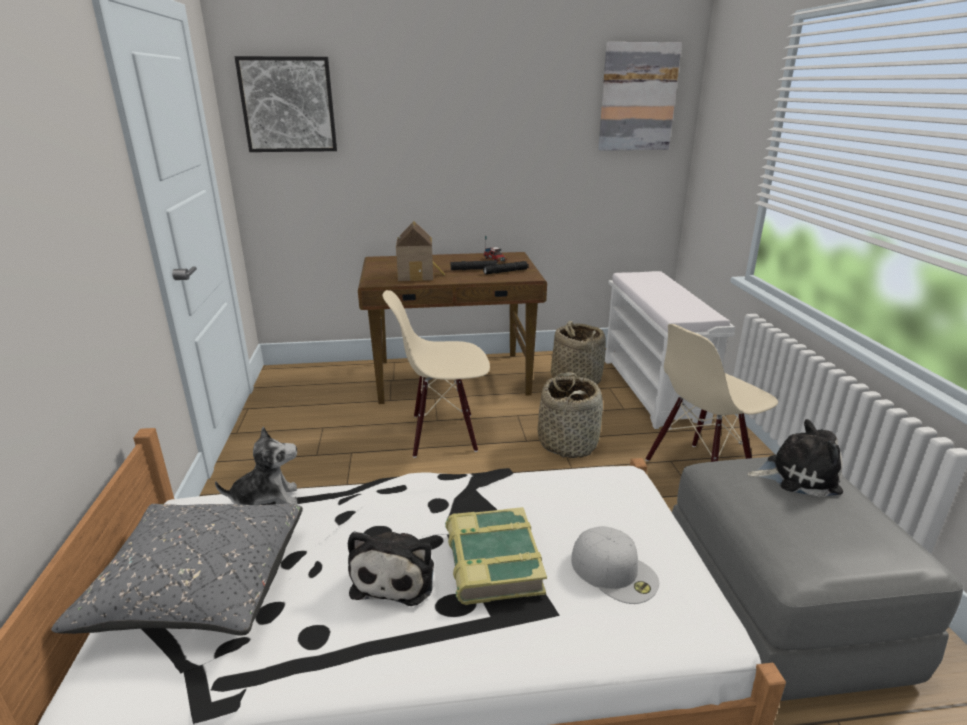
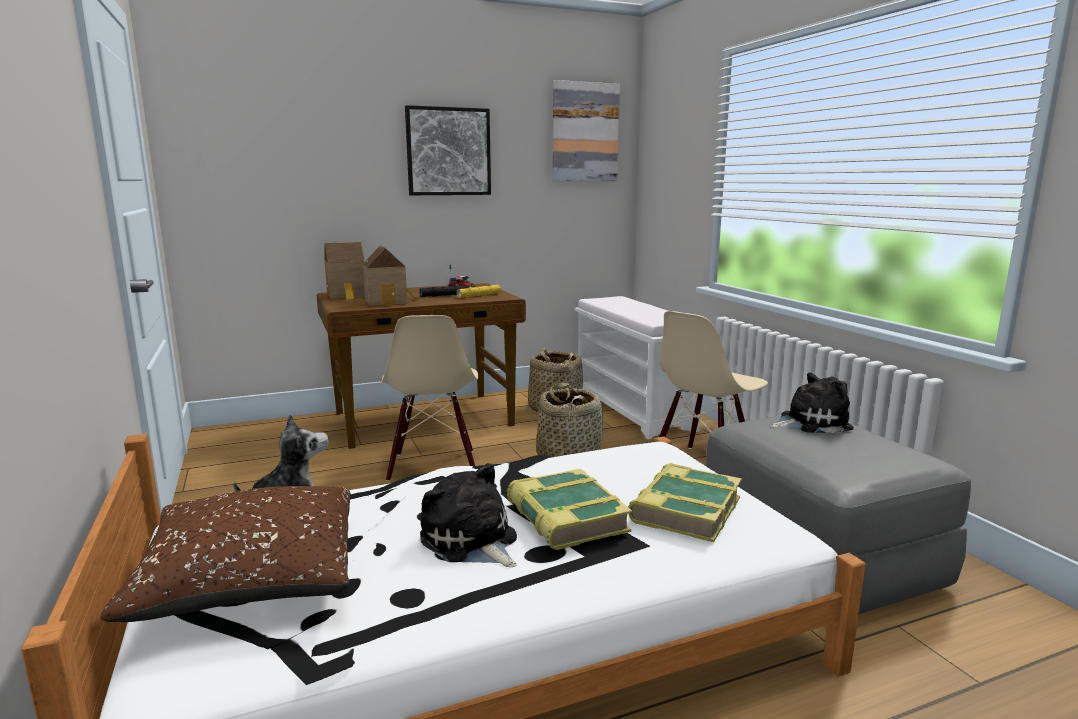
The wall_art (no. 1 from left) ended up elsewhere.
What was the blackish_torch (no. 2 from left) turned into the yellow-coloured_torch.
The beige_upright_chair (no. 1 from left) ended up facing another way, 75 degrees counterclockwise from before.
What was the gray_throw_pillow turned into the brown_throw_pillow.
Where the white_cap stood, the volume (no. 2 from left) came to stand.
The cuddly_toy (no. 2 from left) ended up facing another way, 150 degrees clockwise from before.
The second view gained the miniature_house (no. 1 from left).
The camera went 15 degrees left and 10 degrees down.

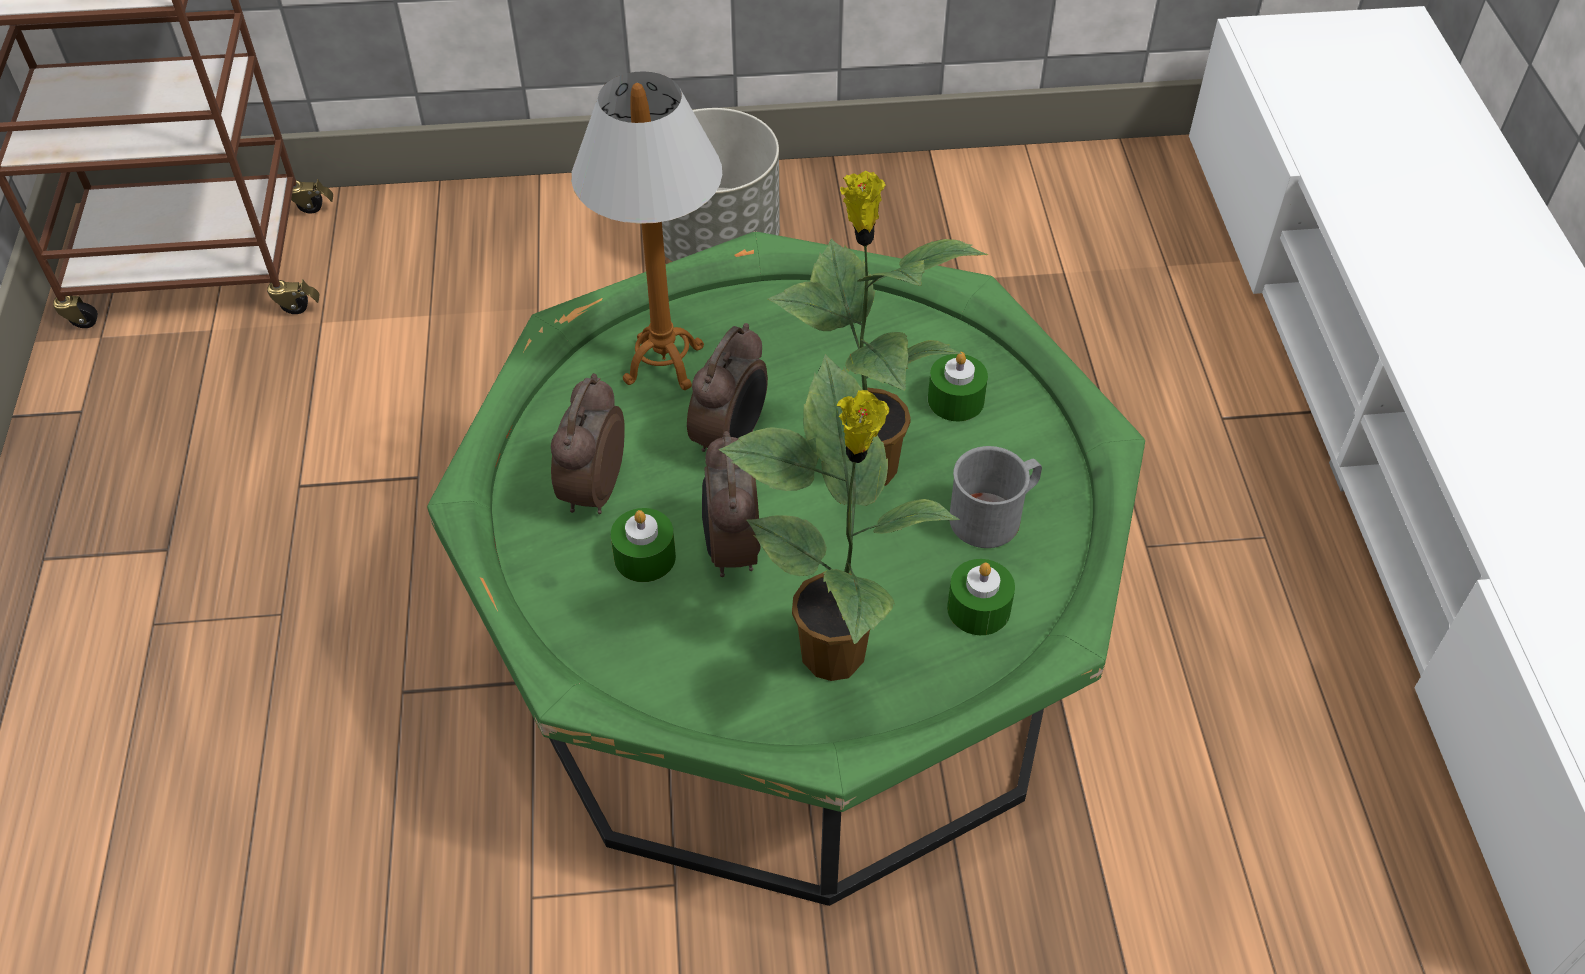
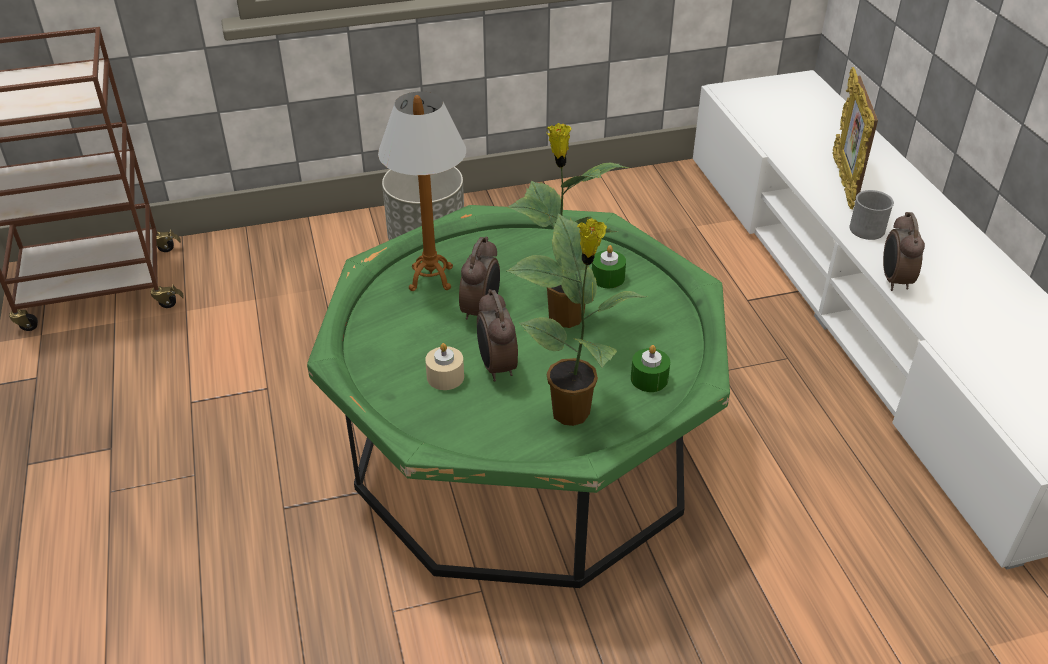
The alarm_clock (no. 1 from left in the first image) ended up elsewhere.
The gray_tea_mug ended up elsewhere.
What was the green-coloured_wax_candle (no. 1 from left) turned into the beige_wax_candle.
The second view gained the picture_frame.
The camera went 10 degrees left and 10 degrees down.

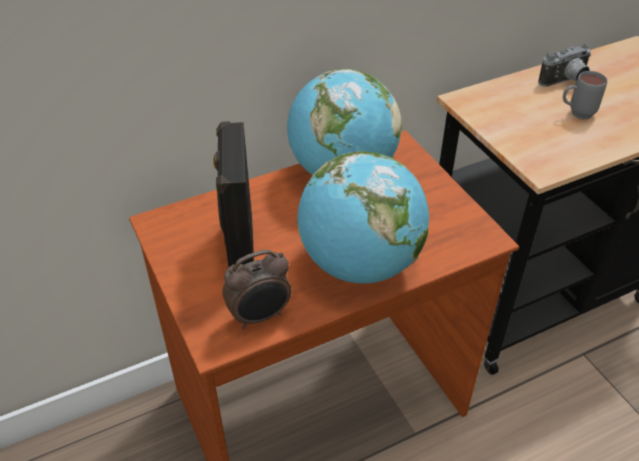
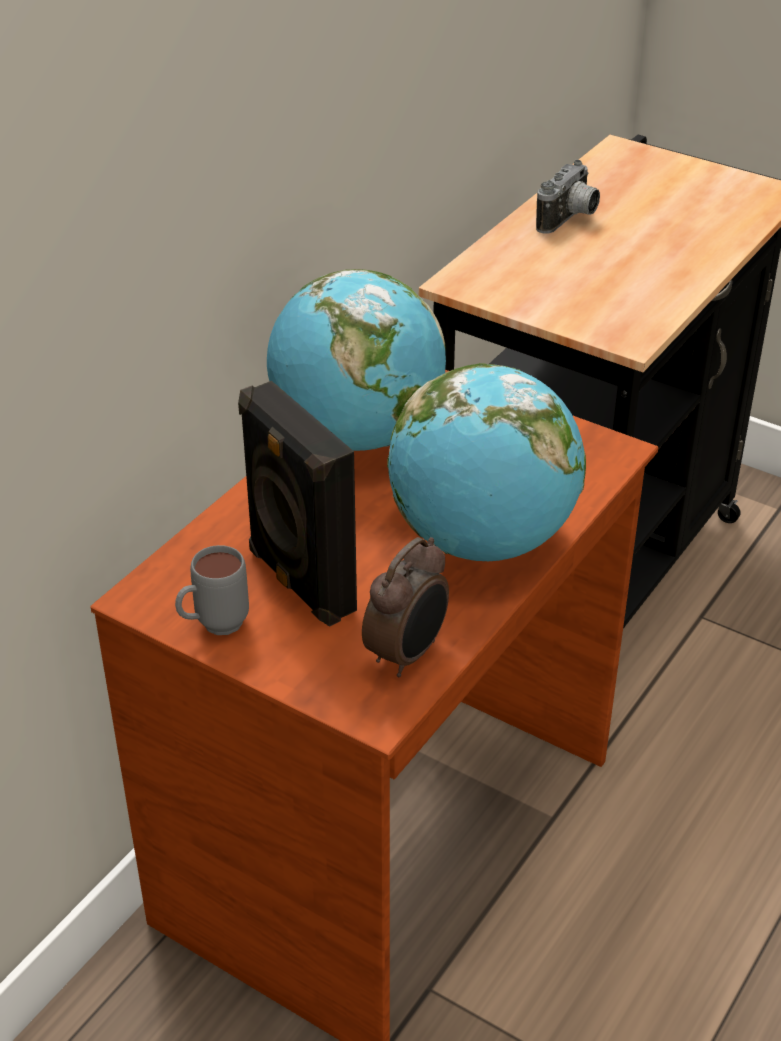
The gray_tea_mug ended up elsewhere.
The camera went 30 degrees left and 5 degrees down.

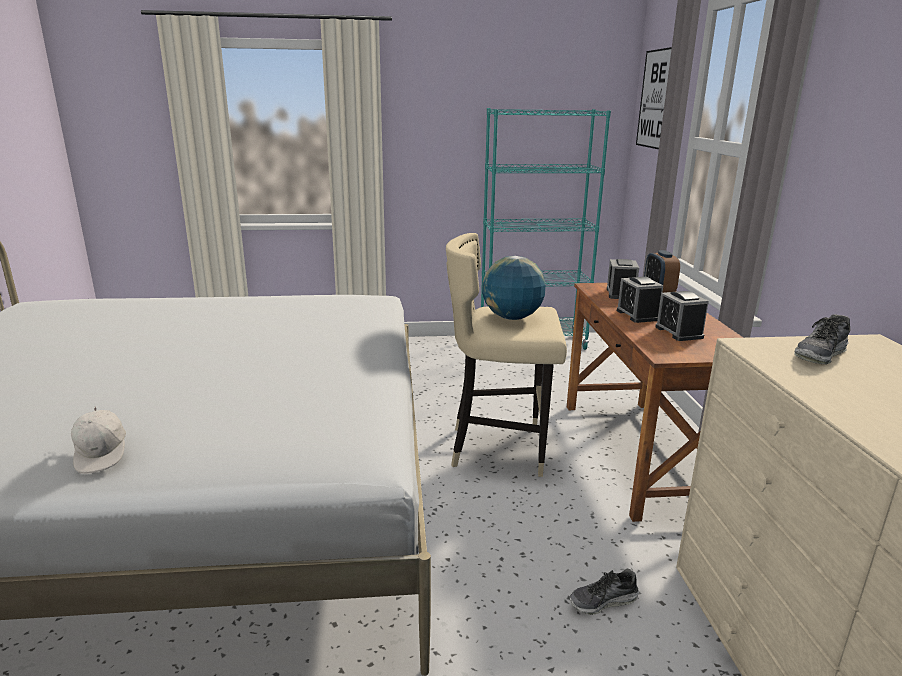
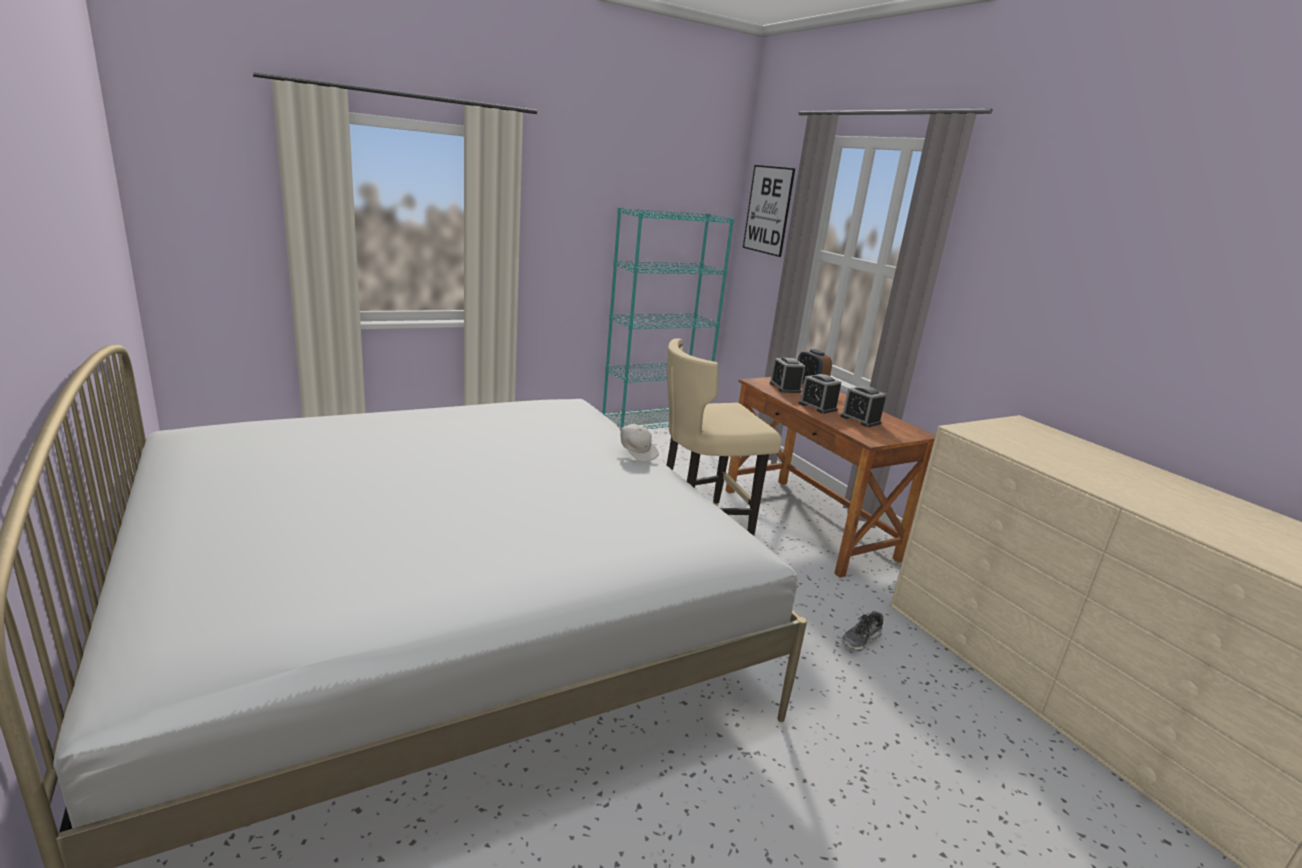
The second view lost the globe.
The second view lost the low_shoe (no. 2 from left).
The white_cap ended up elsewhere.
The camera went 25 degrees left and 0 degrees up.

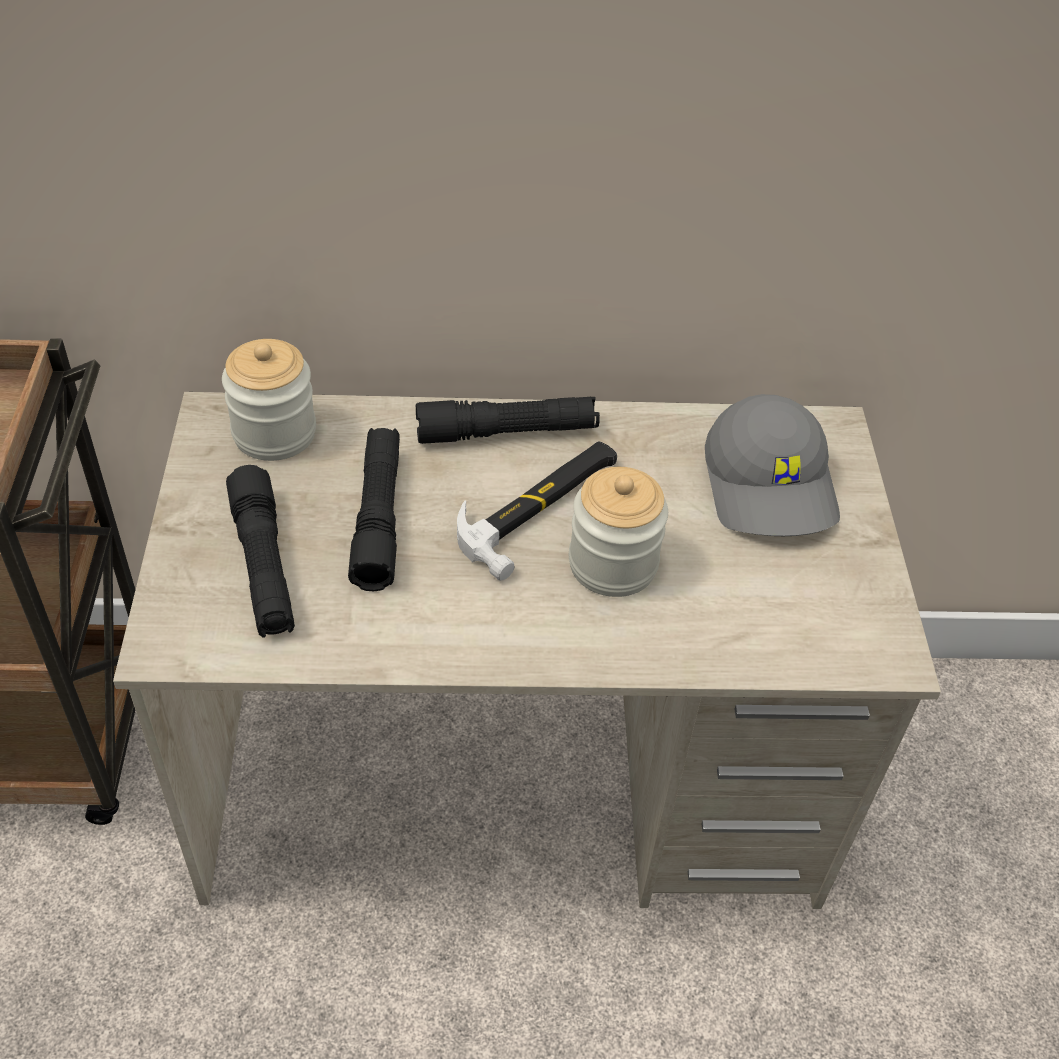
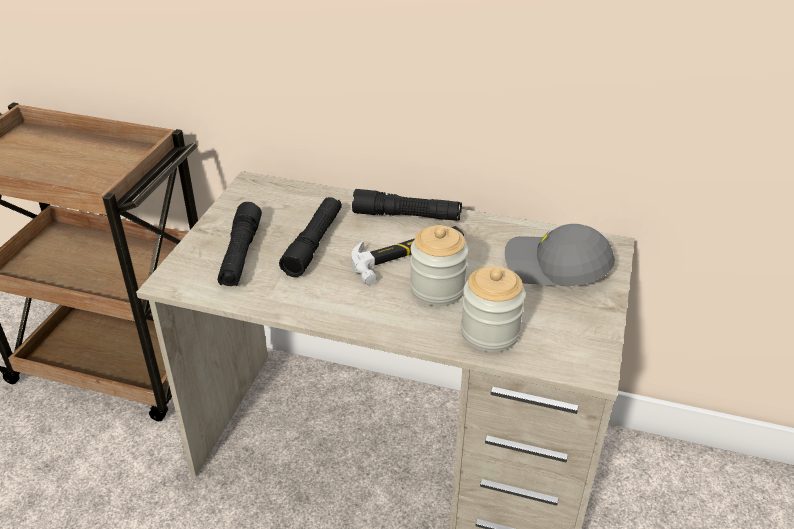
The storage_jar (no. 1 from left in the first image) ended up elsewhere.
The gray_cap ended up facing another way, 105 degrees clockwise from before.
The camera went 20 degrees right and 10 degrees down.

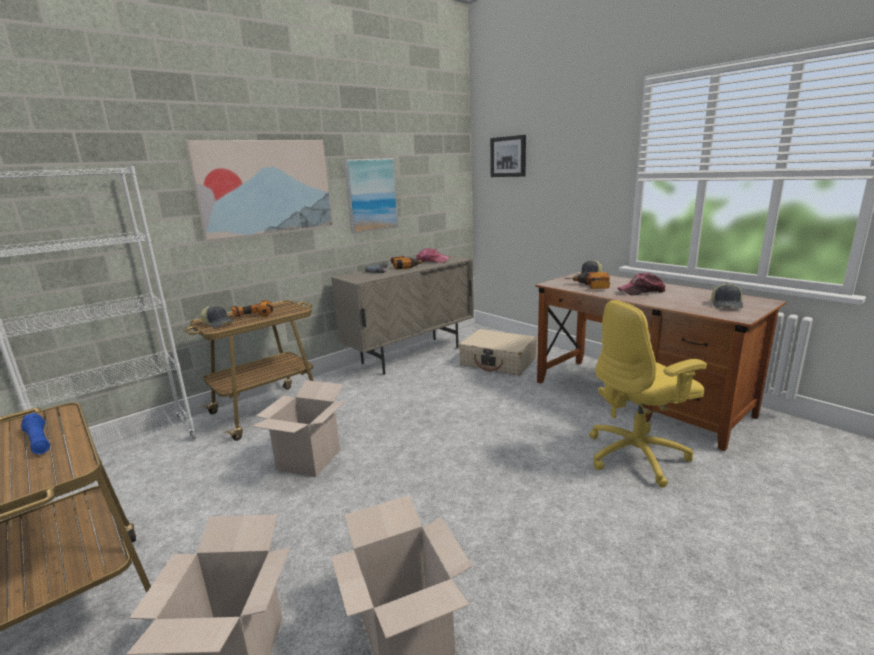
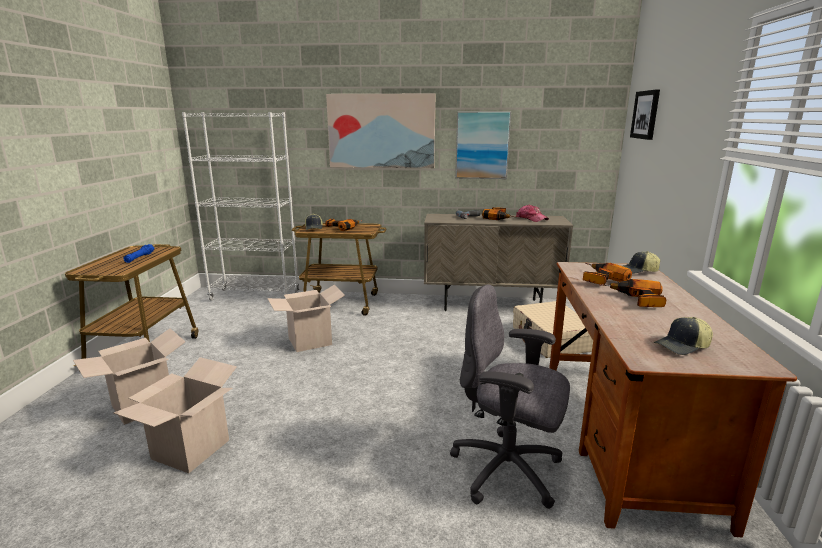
Where the cap (no. 4 from left) stood, the electric_drill (no. 5 from left) came to stand.
What was the yellow-coloured_office_chair turned into the gray_office_chair.
The camera went 45 degrees right and 0 degrees up.

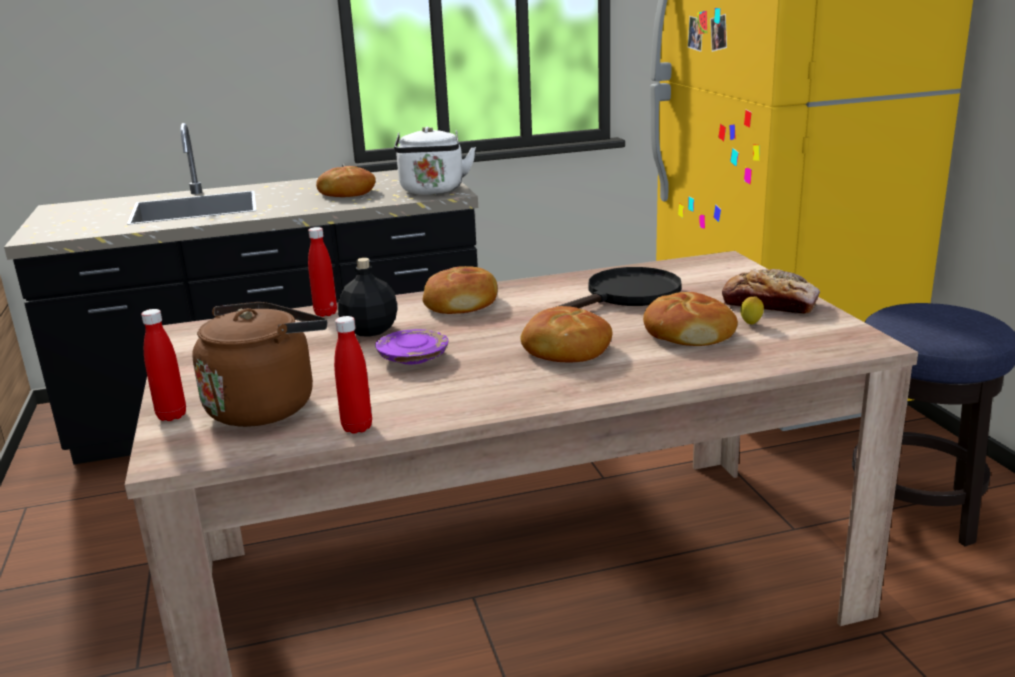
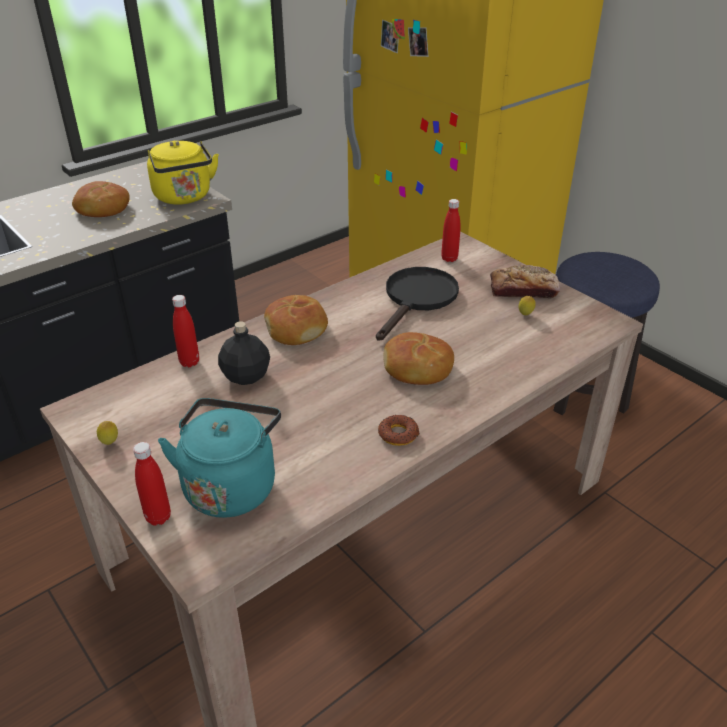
What was the white_water_kettle turned into the yellow-coloured_water_kettle.
The second view lost the bakery_bread (no. 4 from left).
What was the brown_water_kettle turned into the blue-green_water_kettle.
The red_beverage_bottle (no. 3 from left) ended up elsewhere.
The second view lost the purplish_flat_dish.
The second view gained the doughnut.
The second view gained the lemon (no. 1 from left).
The camera went 25 degrees left and 15 degrees up.

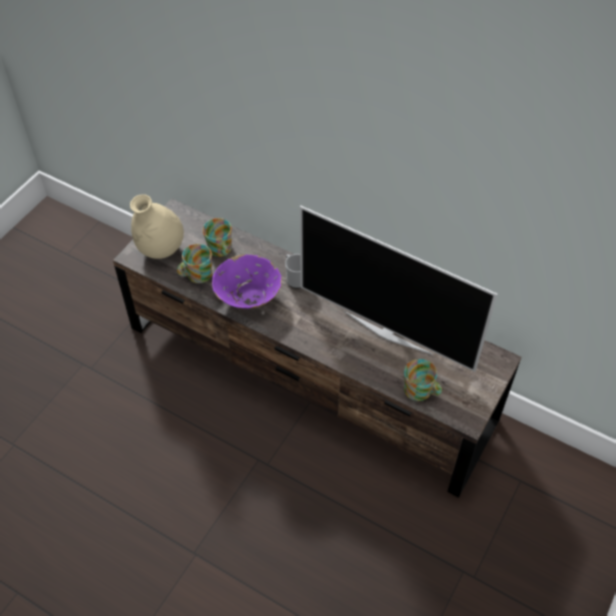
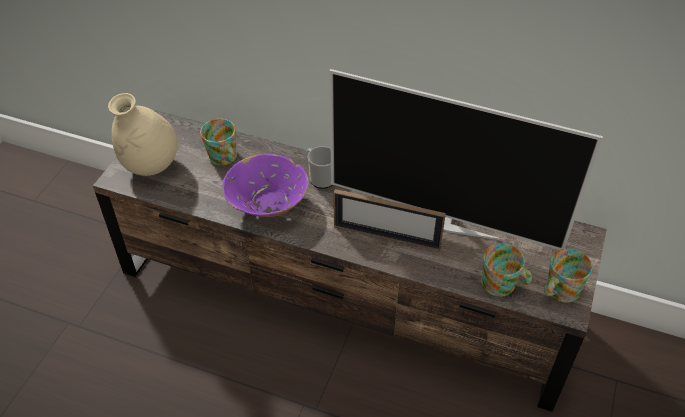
The tea_mug (no. 1 from left in the first image) ended up elsewhere.
The second view gained the picture_frame.
The camera went 10 degrees left and 5 degrees down.

